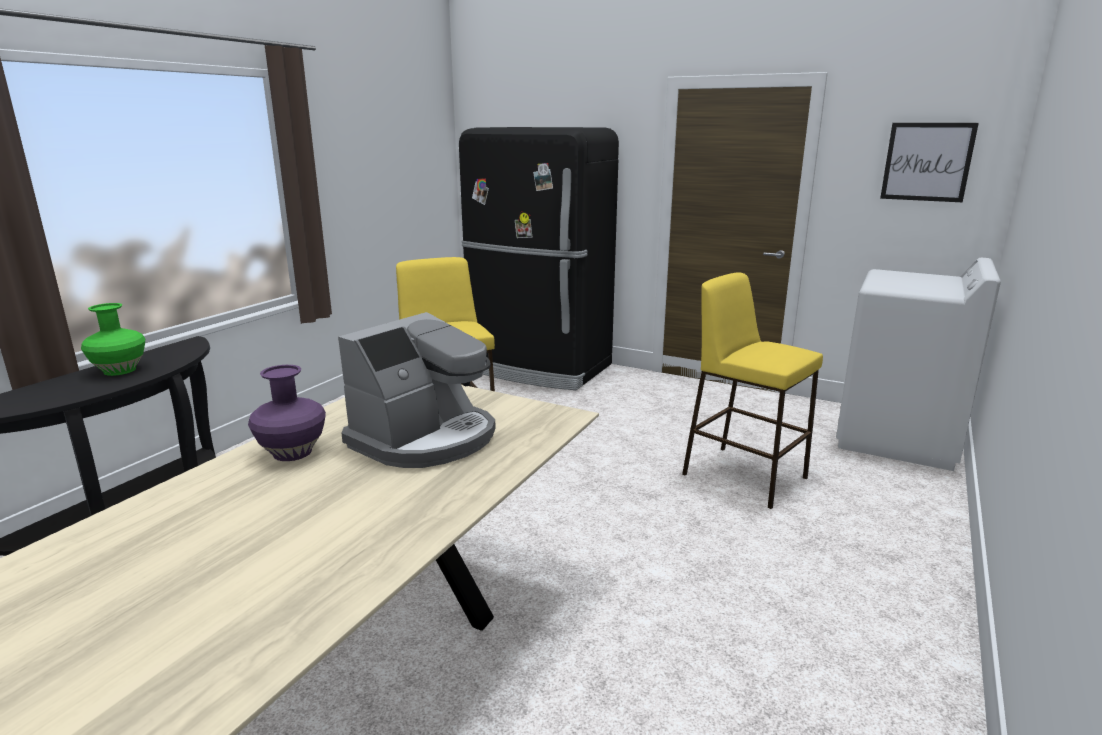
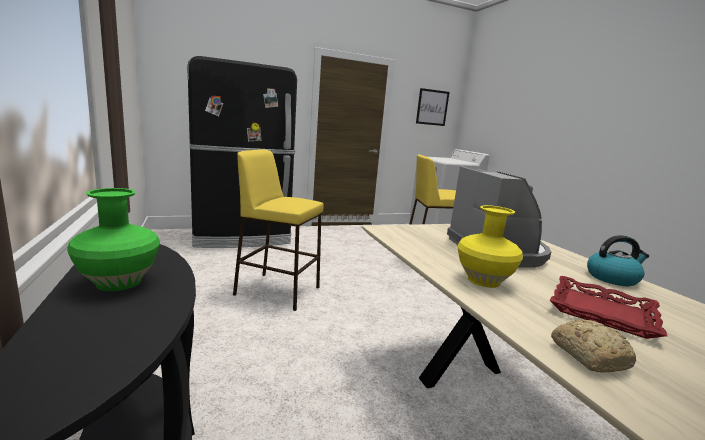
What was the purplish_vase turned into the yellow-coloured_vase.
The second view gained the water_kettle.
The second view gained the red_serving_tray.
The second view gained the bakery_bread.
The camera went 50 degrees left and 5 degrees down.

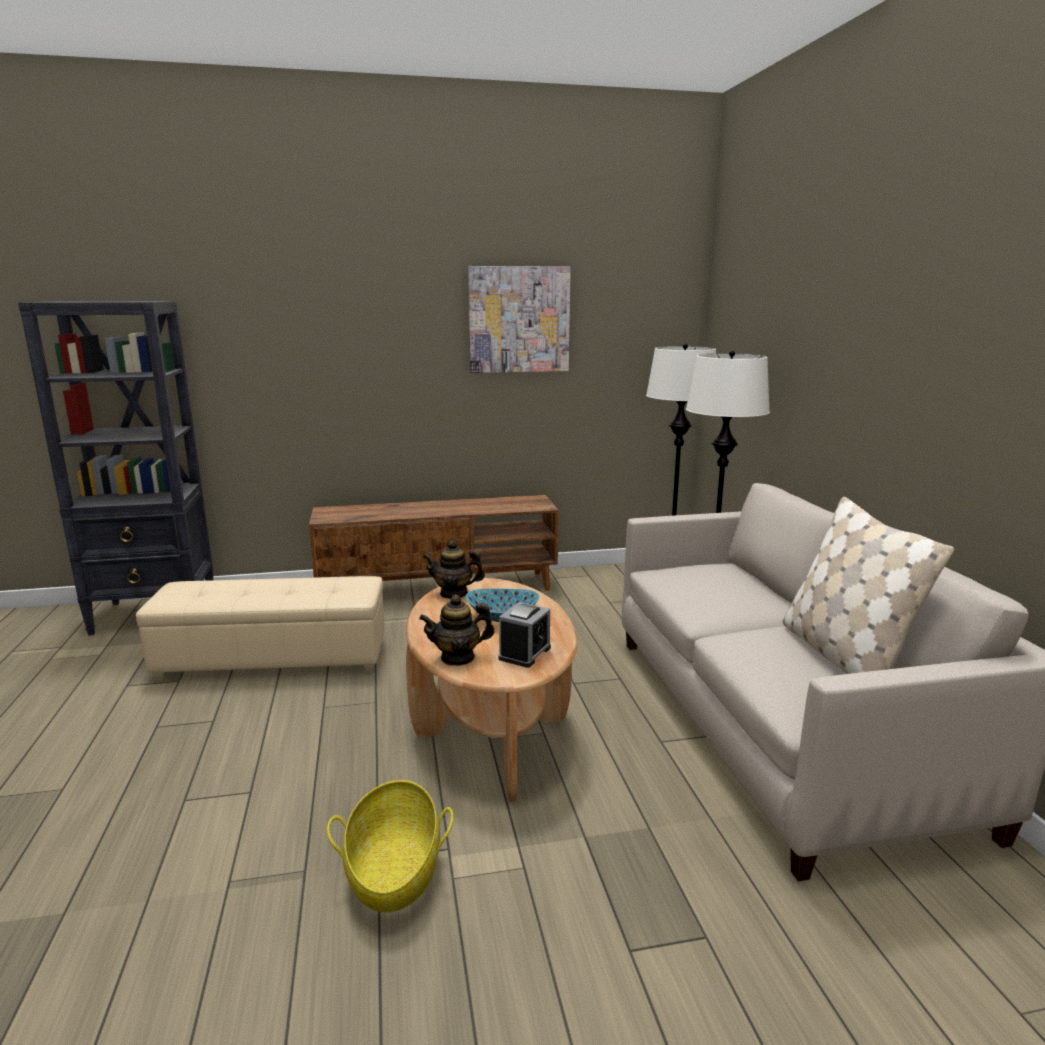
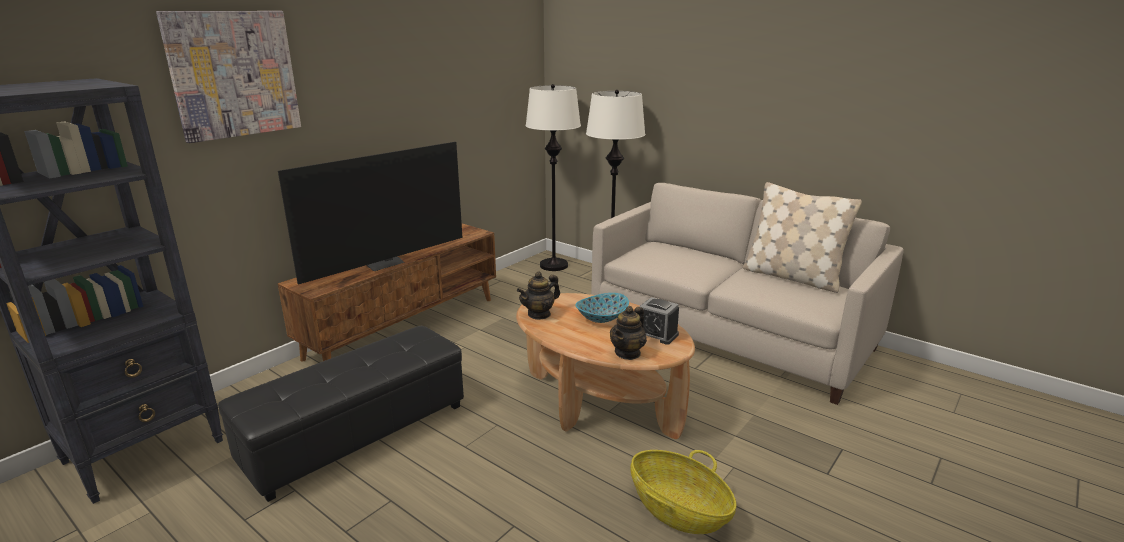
The wall_art ended up elsewhere.
What was the beige_pouffe turned into the blackish_pouffe.
The alarm_clock ended up facing another way, 135 degrees clockwise from before.
The second view gained the TV_set.
The camera went 40 degrees left and 5 degrees up.

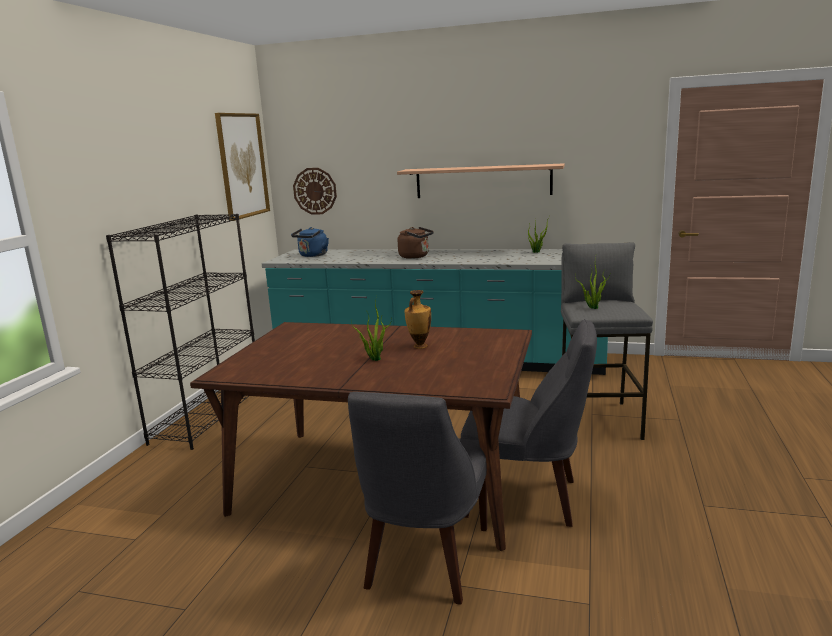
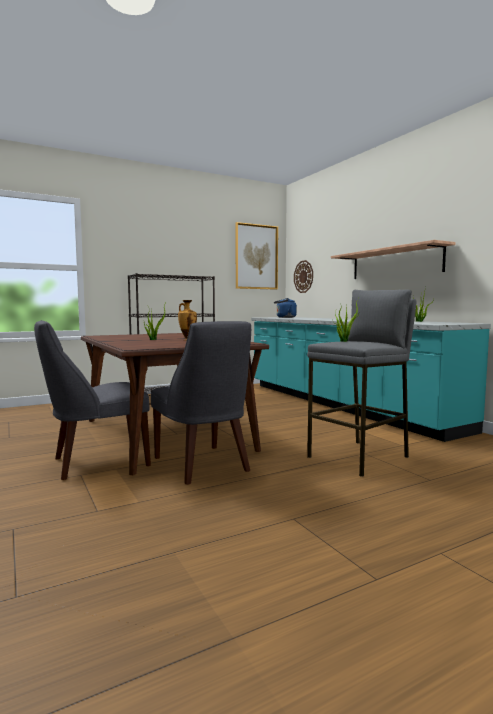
The second view lost the brown_water_kettle.
The camera went 45 degrees right and 10 degrees down.

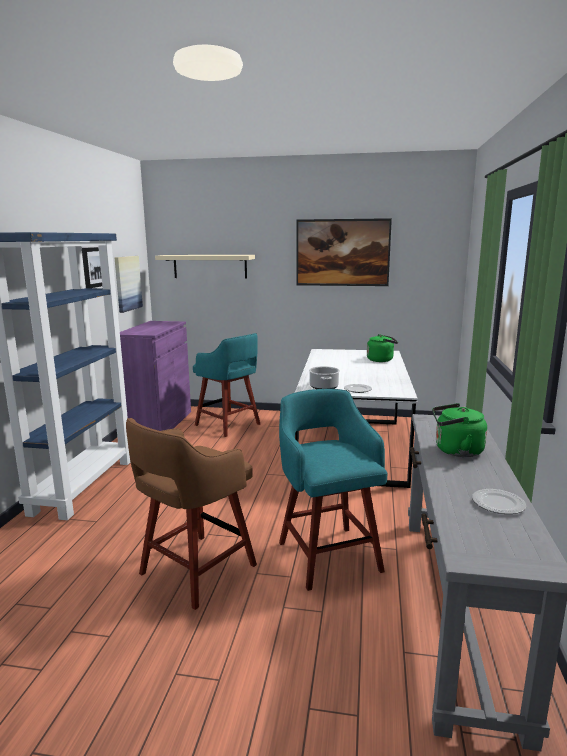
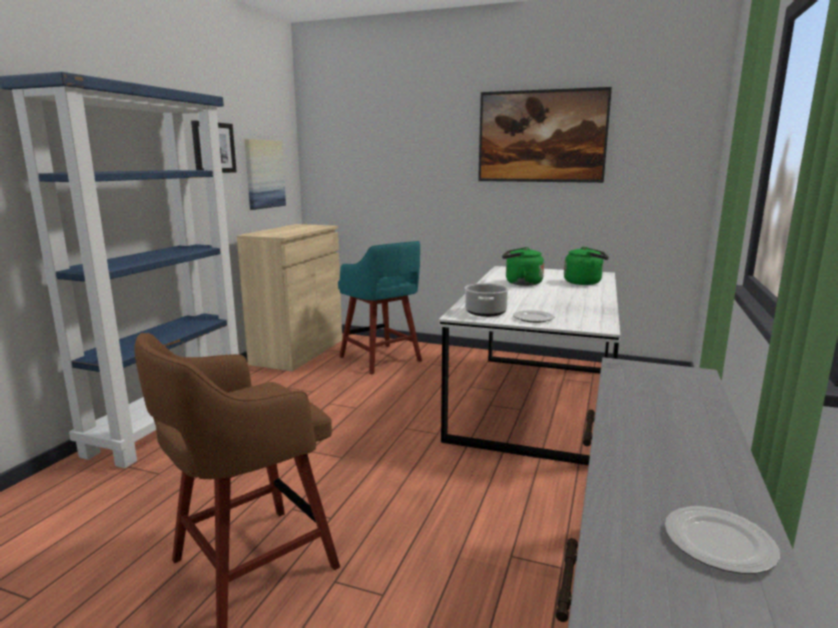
The second view lost the beige_bracket_shelf.
What was the purplish_storage_cabinet turned into the beige_storage_cabinet.
The second view lost the blue-green_stool_seat (no. 2 from left).
The green-coloured_water_kettle (no. 2 from left in the first image) ended up elsewhere.
The camera went 10 degrees right and 0 degrees up.

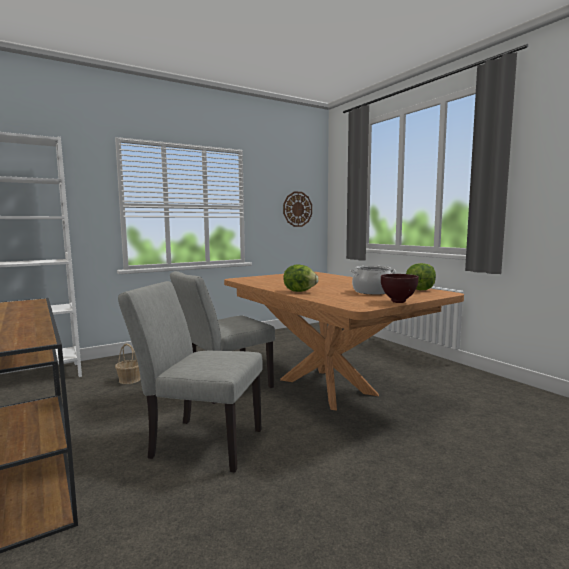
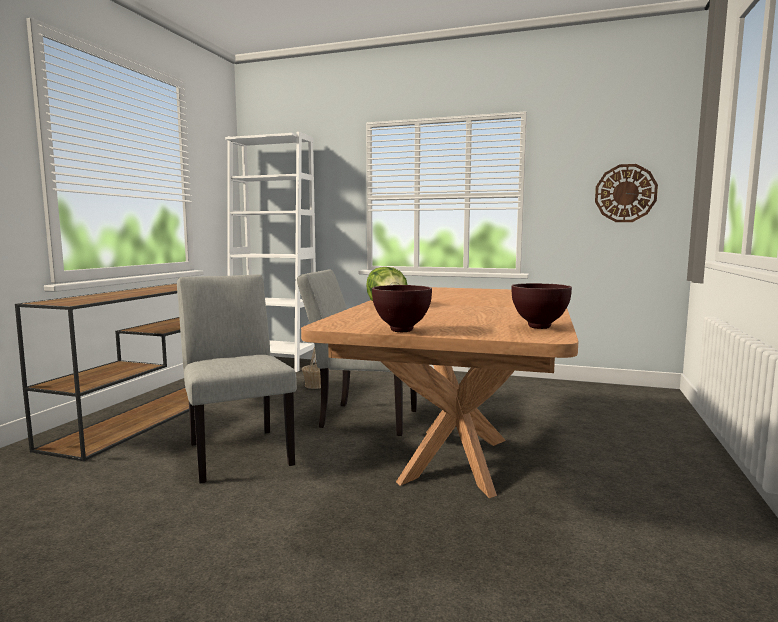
Where the lettuce_head (no. 2 from left) stood, the brown_deep_dish (no. 2 from left) came to stand.
The second view lost the stockpot.
The camera went 50 degrees right and 0 degrees up.

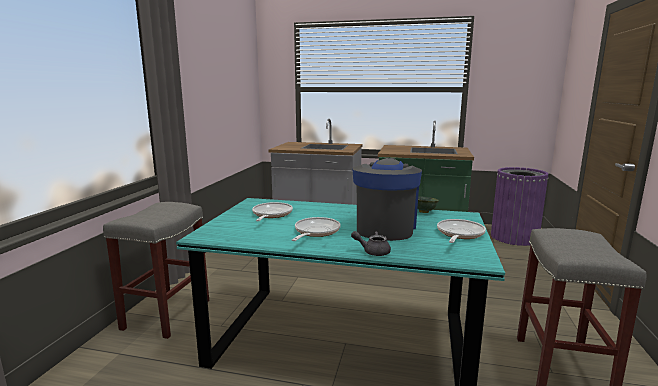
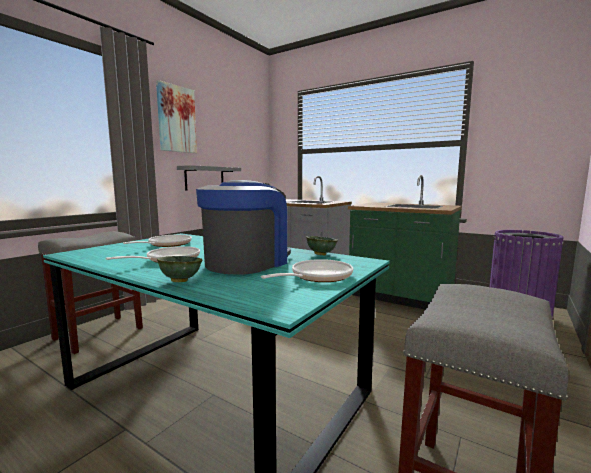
Where the gray_pot_for_tea stood, the green-coloured_deep_dish (no. 1 from left) came to stand.
The second view gained the wall_art.
The second view gained the gray_bracket_shelf.
The camera went 20 degrees right and 5 degrees down.

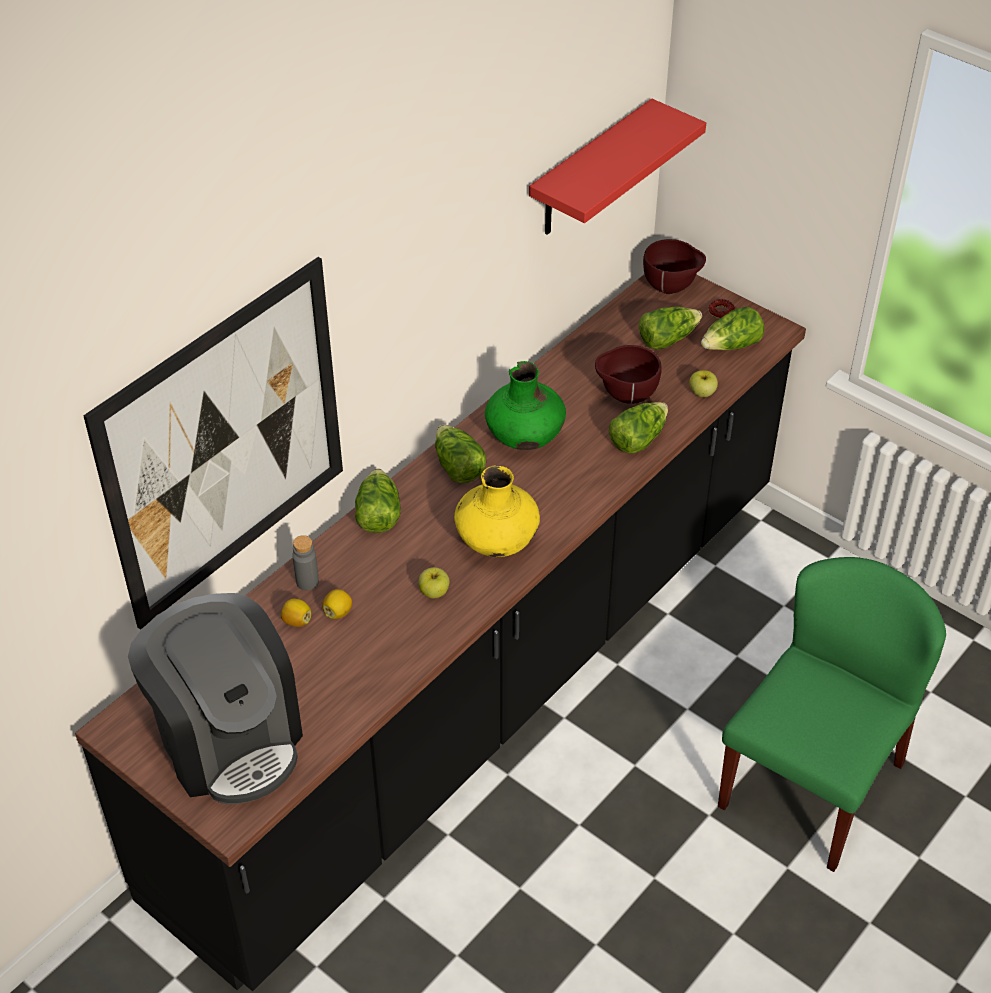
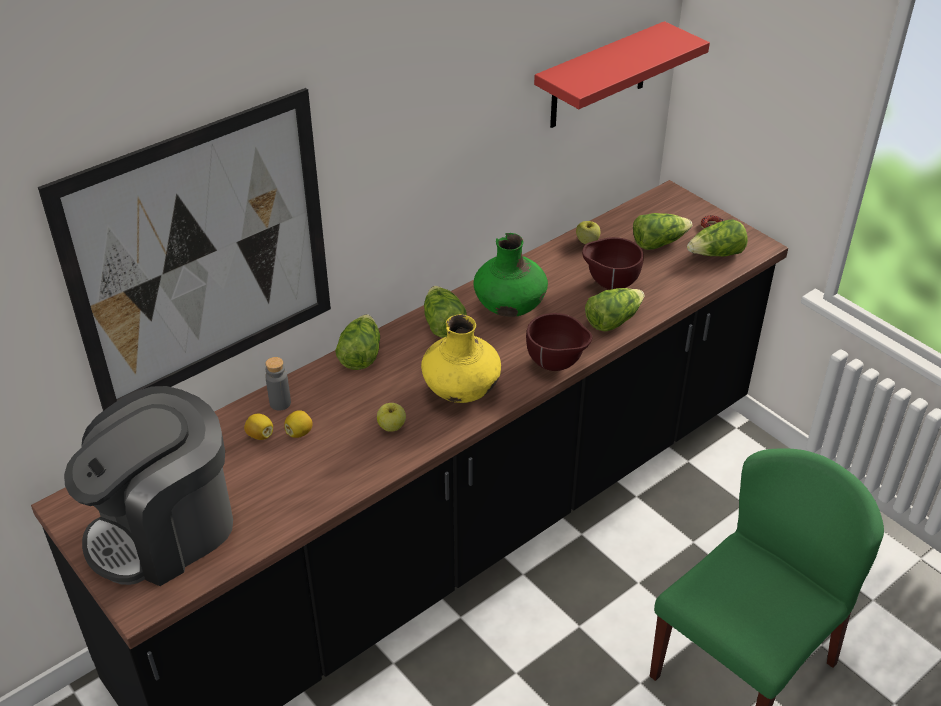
The brown_deep_dish (no. 2 from left in the first image) ended up elsewhere.
The whole_apple (no. 2 from left) ended up elsewhere.
The coffee_maker ended up facing another way, 75 degrees clockwise from before.
The camera went 10 degrees right and 5 degrees down.

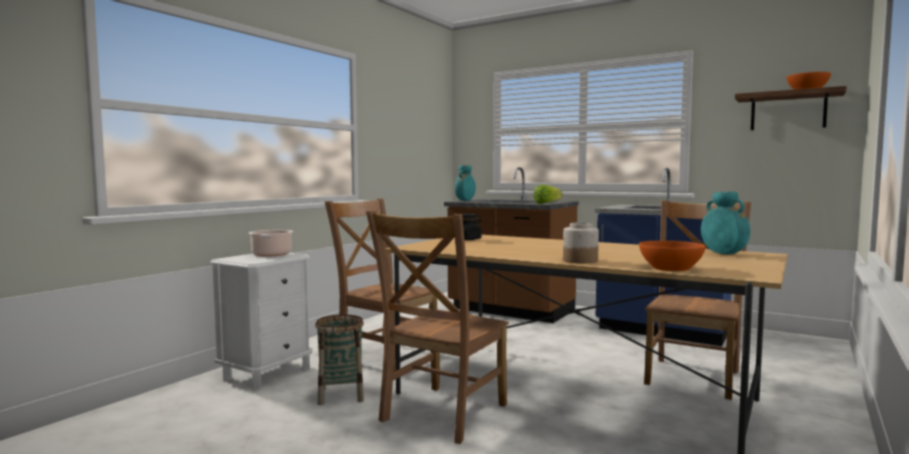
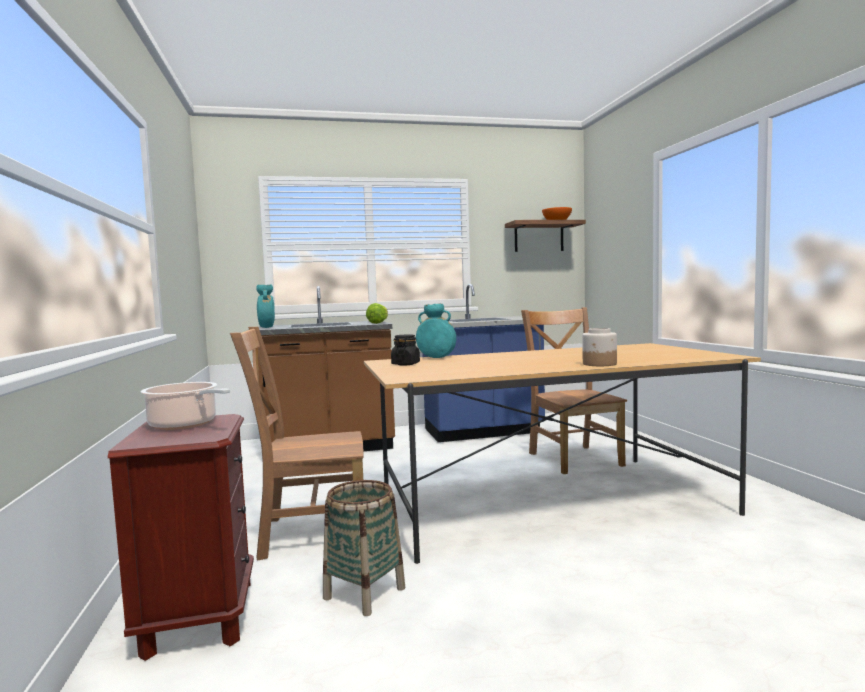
The blue-green_vase (no. 2 from left) ended up elsewhere.
The second view lost the brown_upright_chair (no. 2 from left).
The second view lost the orange_deep_dish (no. 1 from left).
What was the white_nightstand turned into the brown_nightstand.
The camera went 45 degrees left and 0 degrees up.

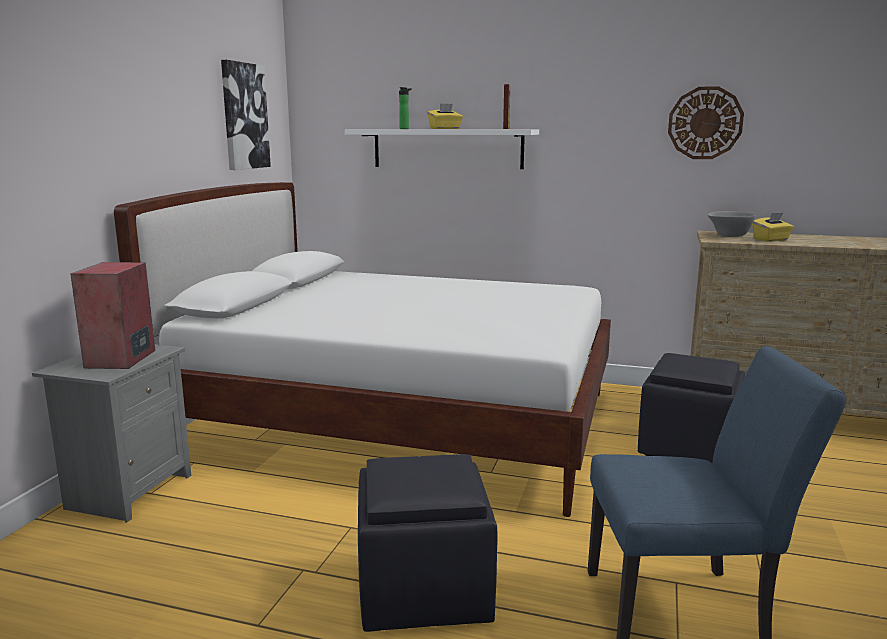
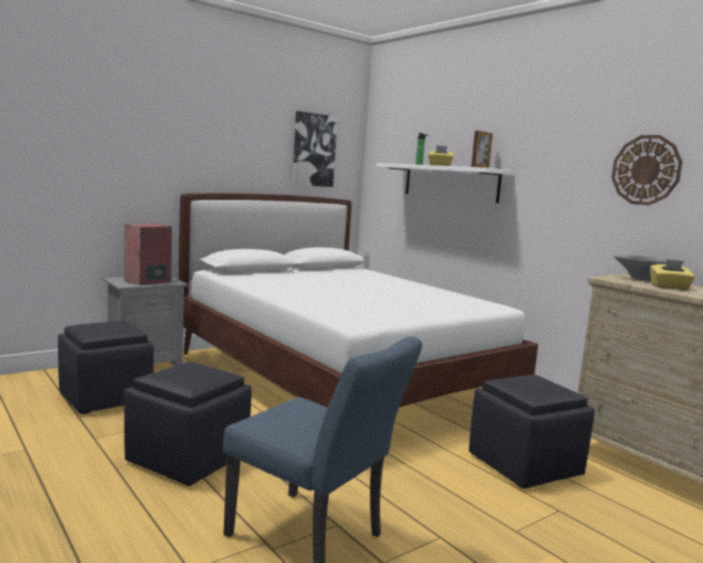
The second view gained the blackish_pouffe (no. 1 from left).
The camera went 35 degrees right and 5 degrees down.

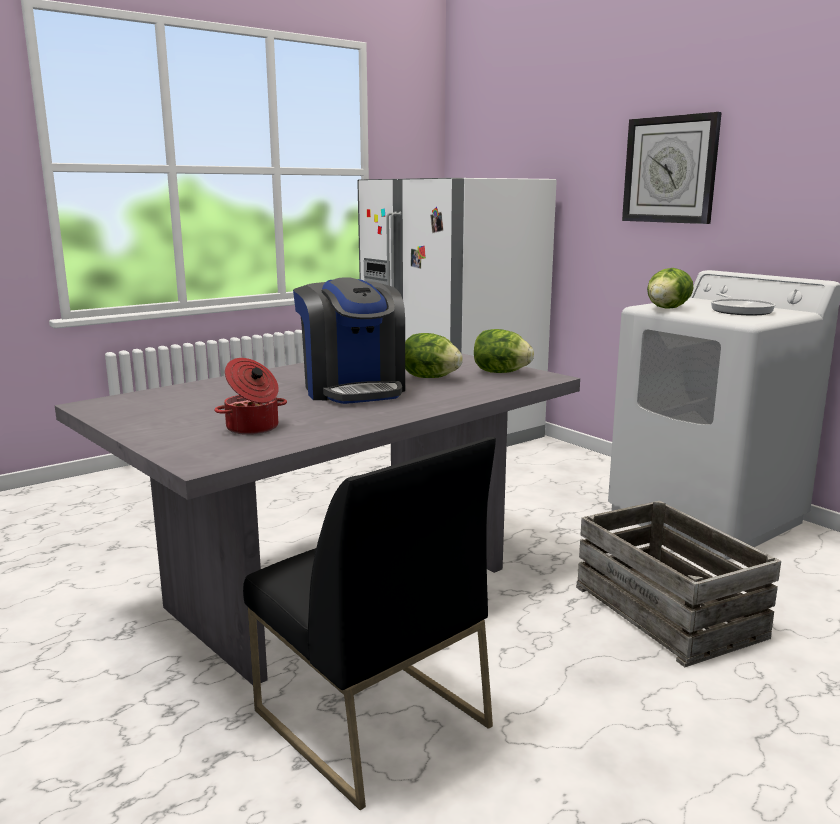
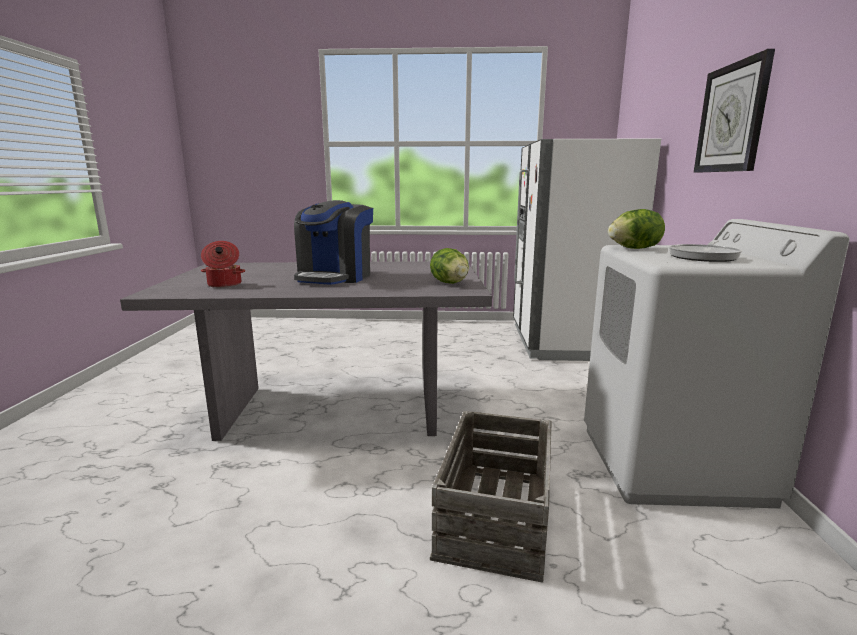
The second view lost the lettuce_head (no. 1 from left).
The second view lost the blackish_upright_chair.
The camera went 40 degrees right and 0 degrees up.

